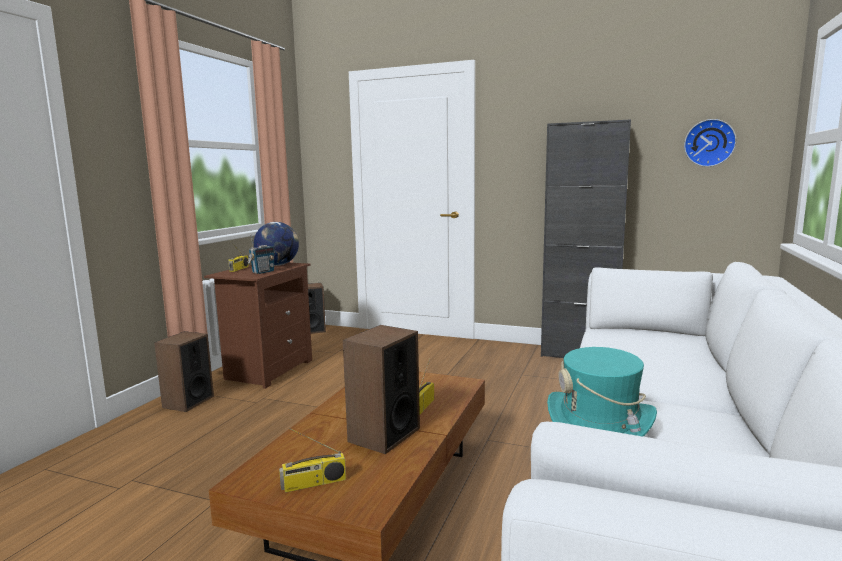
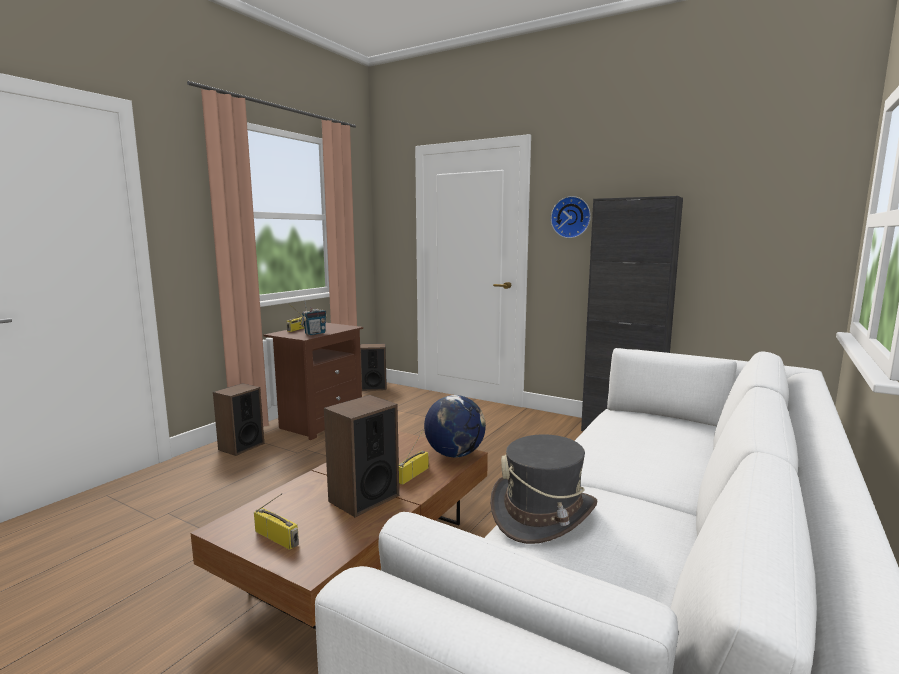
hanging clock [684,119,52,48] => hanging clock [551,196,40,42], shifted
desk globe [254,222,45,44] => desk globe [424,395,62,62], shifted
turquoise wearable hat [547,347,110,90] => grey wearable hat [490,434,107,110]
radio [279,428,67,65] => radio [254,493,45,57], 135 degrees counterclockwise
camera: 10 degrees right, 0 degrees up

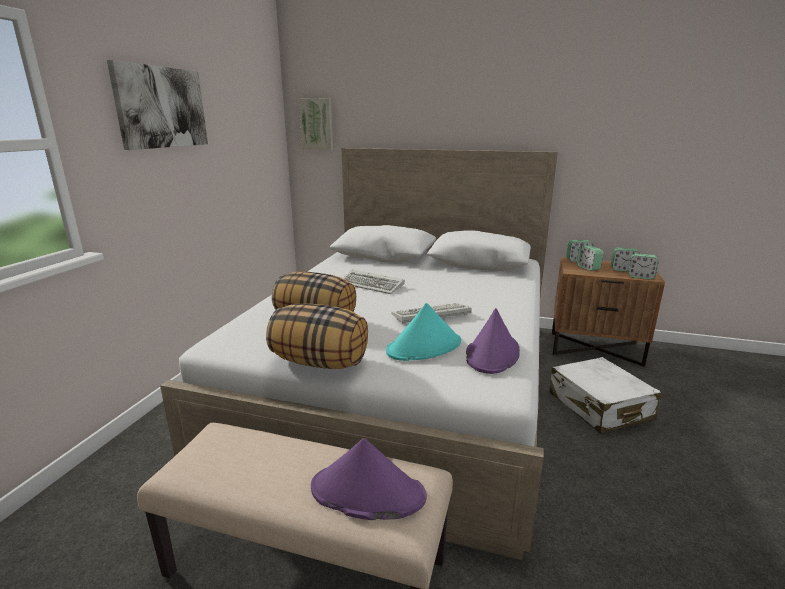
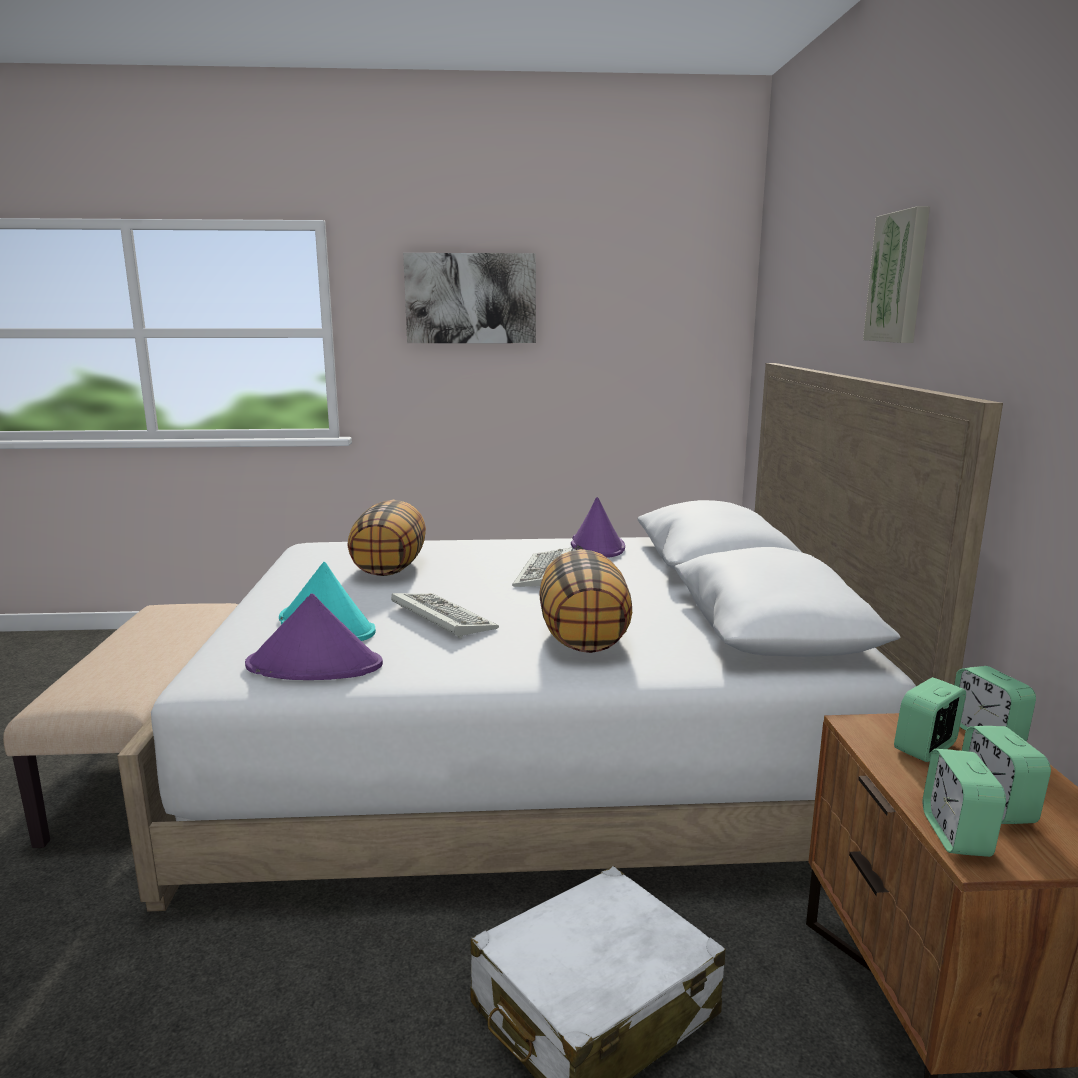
wall art [299,98,34,52] => wall art [863,206,67,137], shifted
throw pillow [266,304,102,65] => throw pillow [539,549,93,104], shifted
purple-coloured wearable hat [311,438,116,82] => purple-coloured wearable hat [571,497,54,61], shifted
camera: 70 degrees right, 5 degrees down

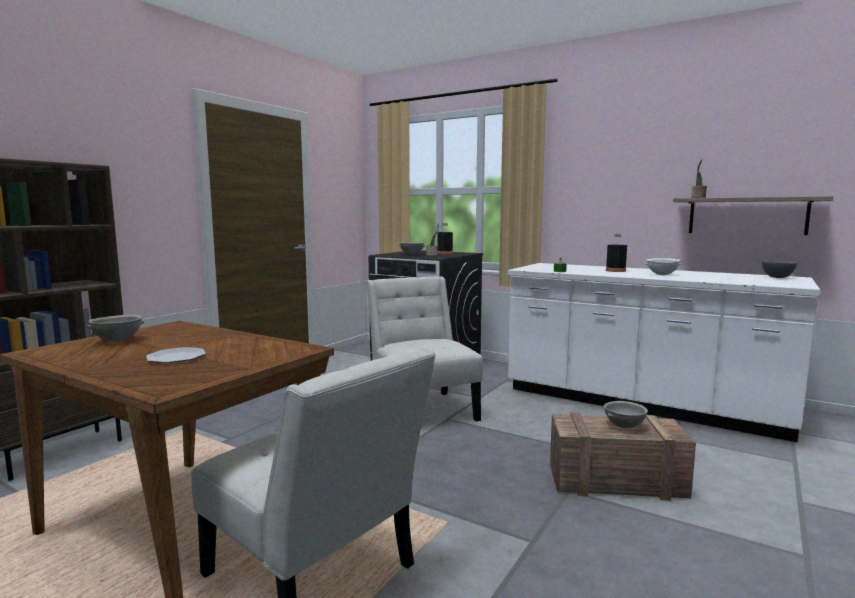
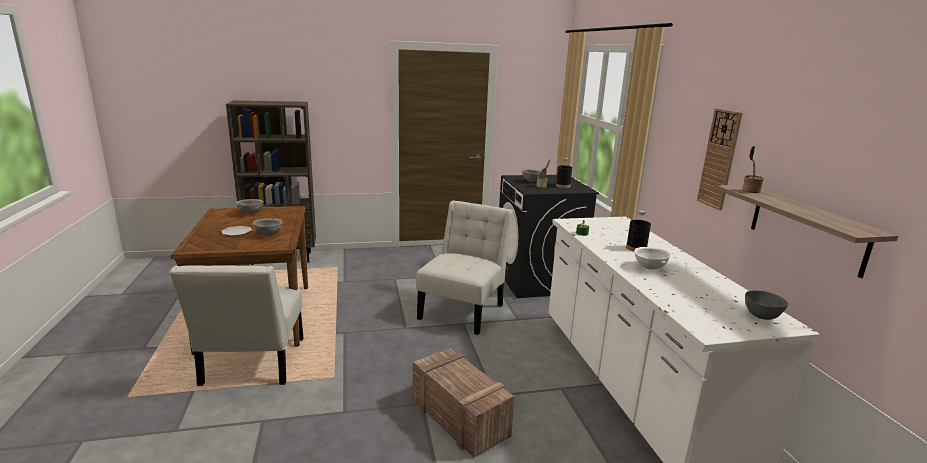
grey serving bowl [604,401,44,27] => grey serving bowl [253,219,30,17], shifted
nothing => hanging clock [697,108,45,102]
camera: 45 degrees right, 10 degrees up

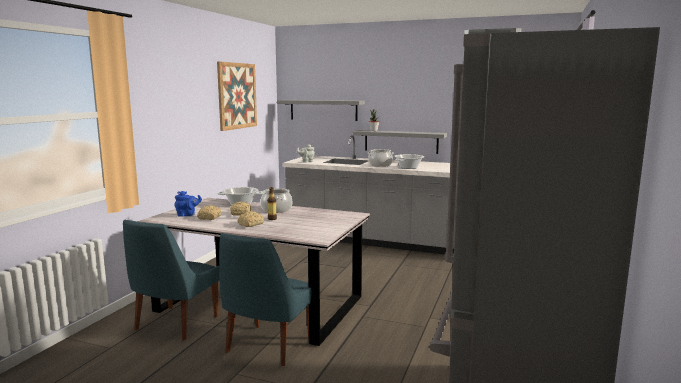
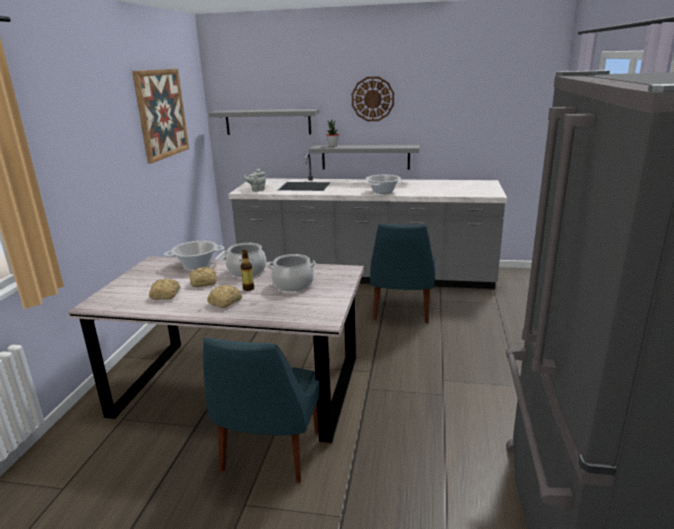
saucepot [367,149,27,18] => saucepot [268,254,48,38], shifted
bluish pot for tea [175,191,27,26] => nothing
bluish plain chair [123,220,97,121] => bluish plain chair [370,224,66,99], shifted
nothing => hanging clock [352,77,42,44]
camera: 10 degrees left, 10 degrees up

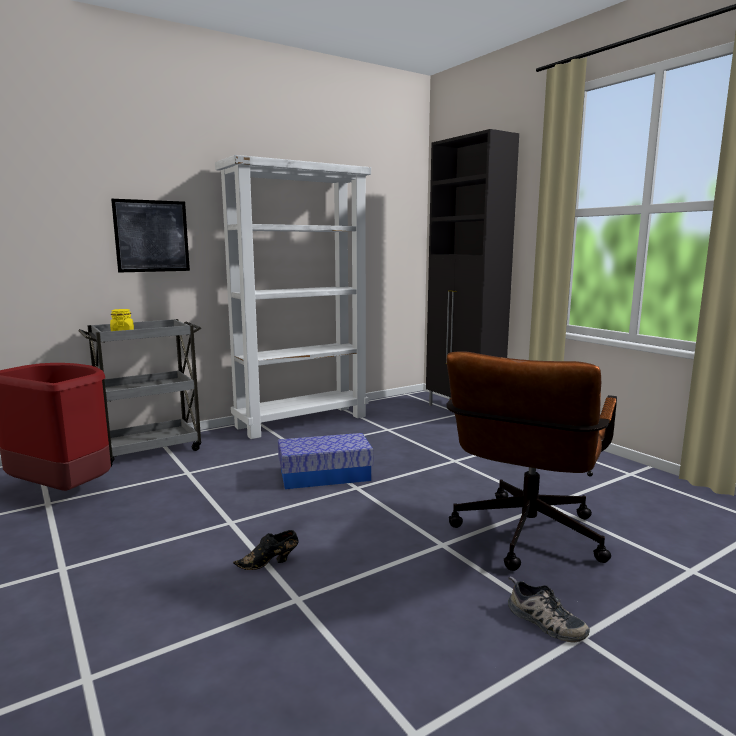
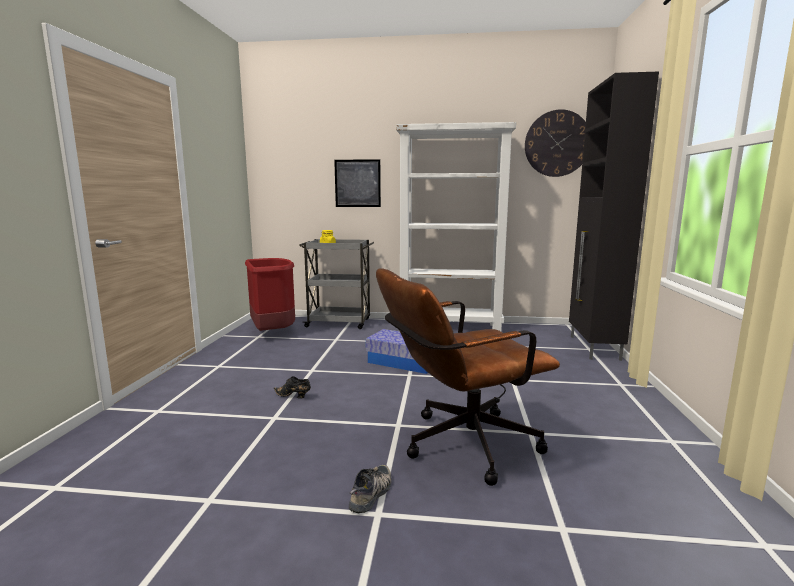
low shoe [508,576,82,67] => low shoe [349,465,43,48], 150 degrees counterclockwise
nothing => hanging clock [525,109,61,68]
camera: 40 degrees right, 0 degrees up

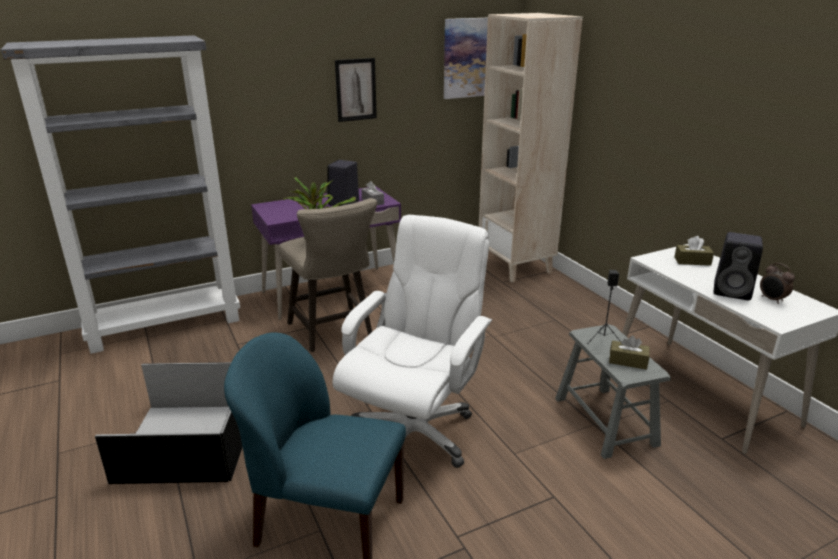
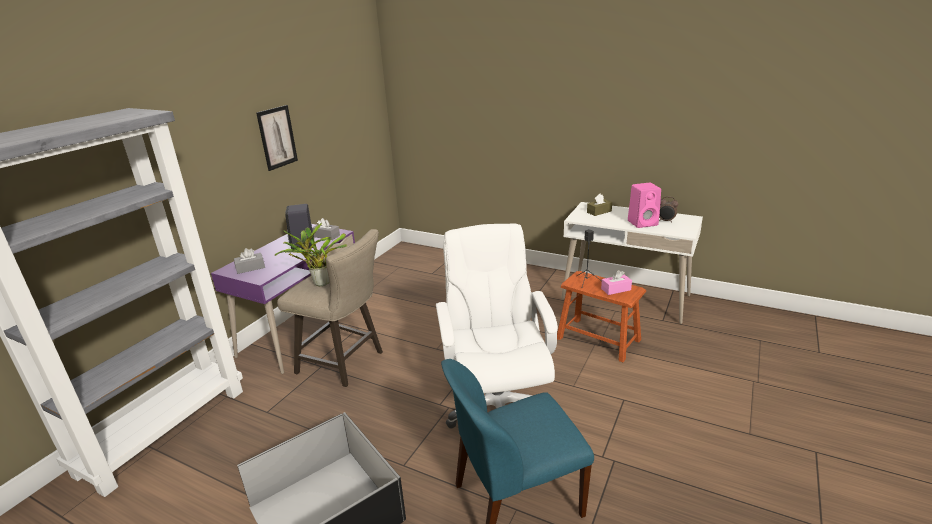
beige shelving unit [479,13,104,269] => nothing
wall art [444,18,44,81] => nothing
black-coloured audio speaker [714,232,49,68] => pink-coloured audio speaker [628,183,33,45]
grey stool [555,324,116,135] => brown-coloured stool [557,271,89,91]
brown-coloured box of tissues [609,335,41,35] => pink-coloured box of tissues [601,270,31,25]
nothing => grey box of tissues [234,248,31,26]
camera: 35 degrees left, 0 degrees up

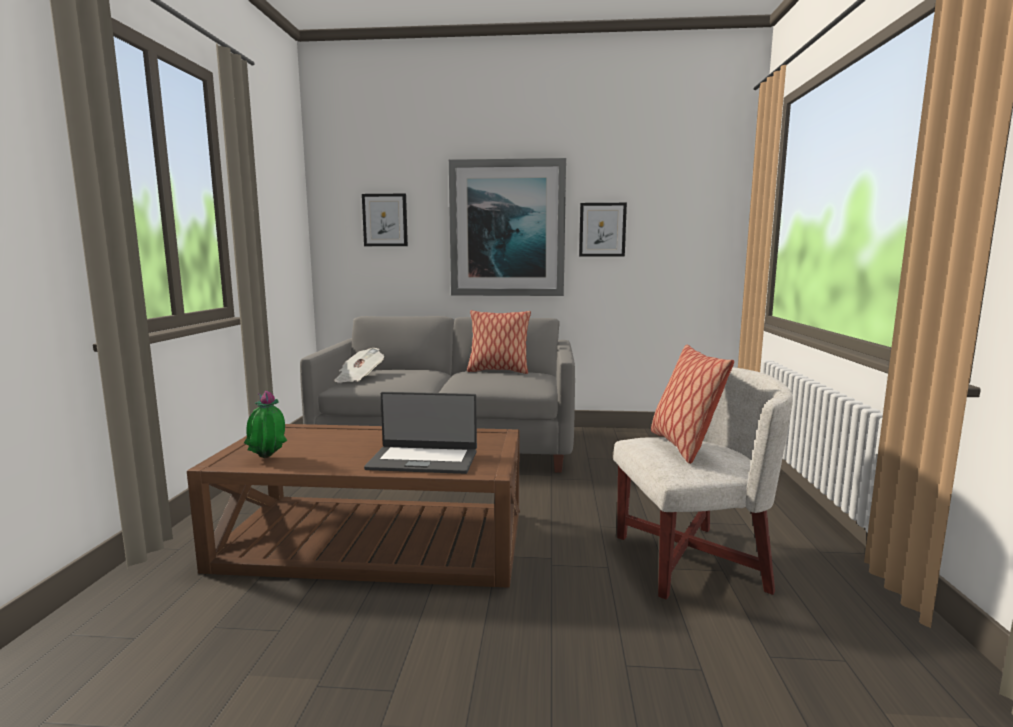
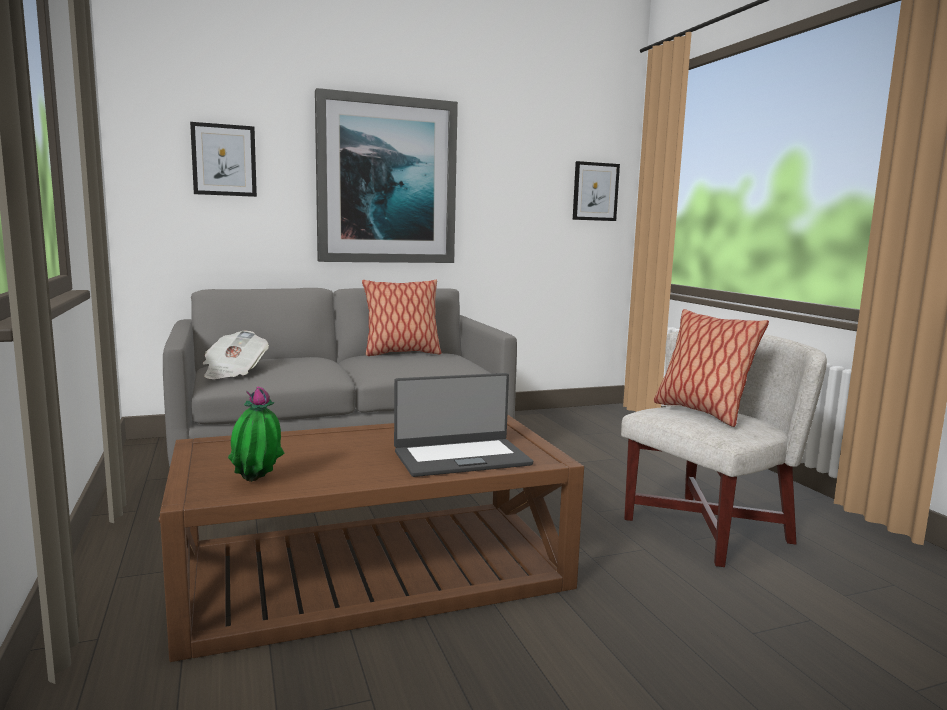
wall art [579,203,48,54] => wall art [573,161,47,60], shifted
camera: 25 degrees left, 0 degrees up

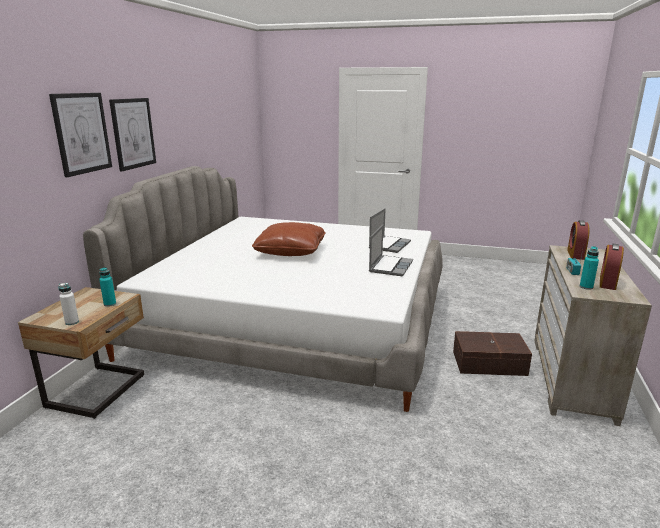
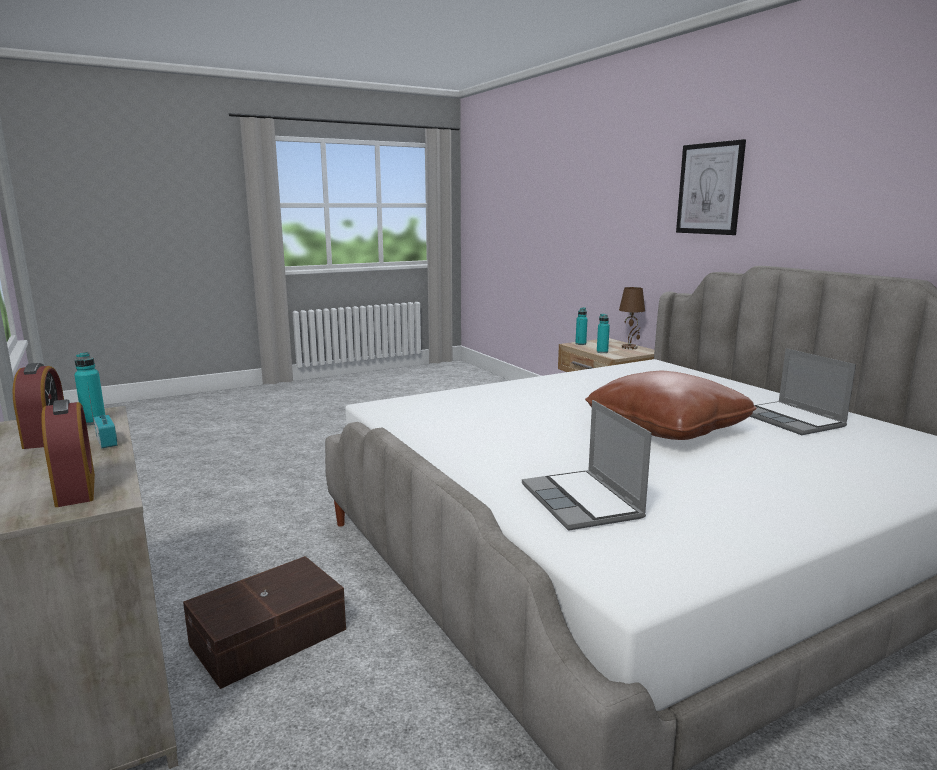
wall art [109,98,47,73] => nothing
portable computer [369,225,44,52] => portable computer [750,348,106,87], shifted
whitish beverage bottle [58,283,21,42] => turquoise beverage bottle [575,307,12,38]
nothing => brown-coloured tabletop lamp [619,287,26,62]
camera: 135 degrees right, 5 degrees down

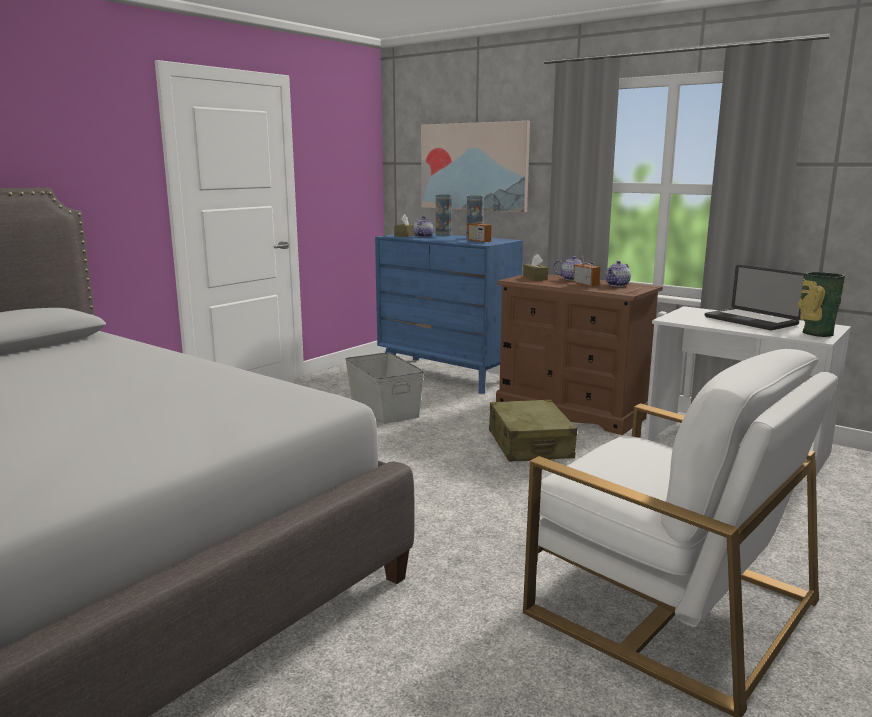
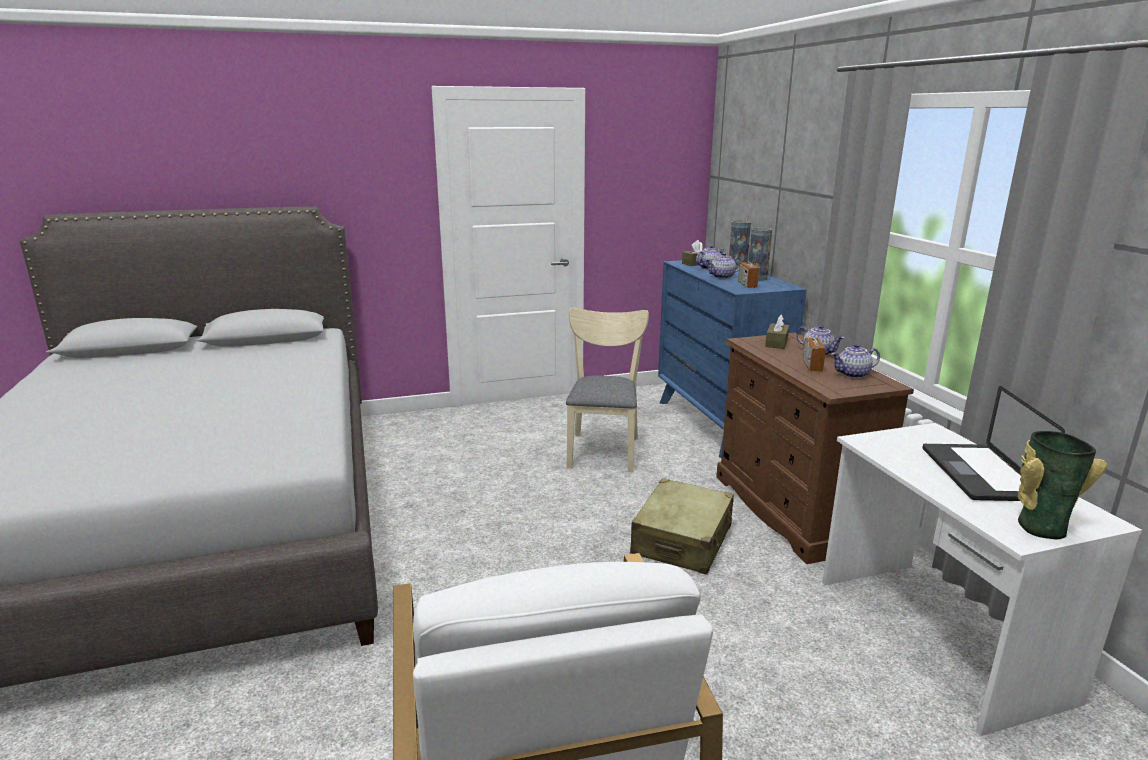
wall art [421,121,109,91] => nothing
grey storage container [345,352,79,72] => beige plain chair [566,308,83,164]
nothing => pot for tea [706,253,36,26]
camera: 35 degrees right, 5 degrees up

